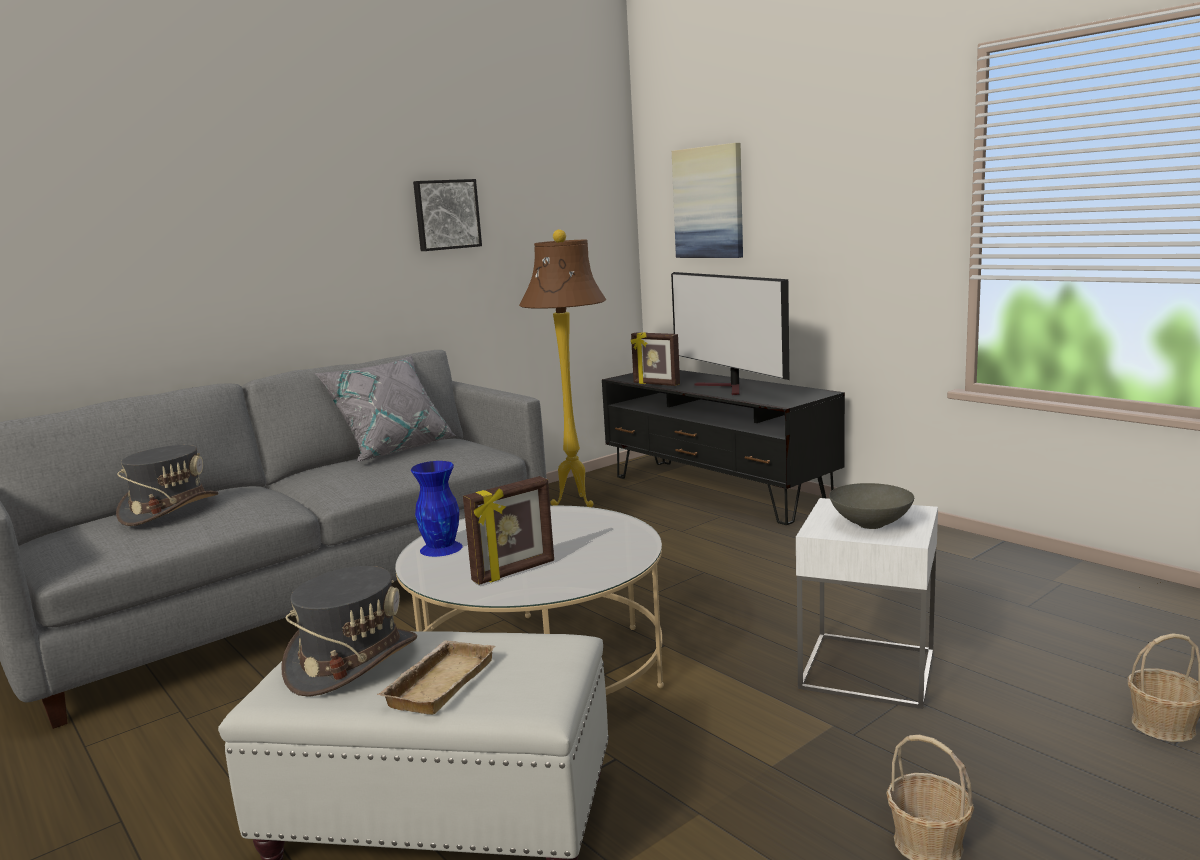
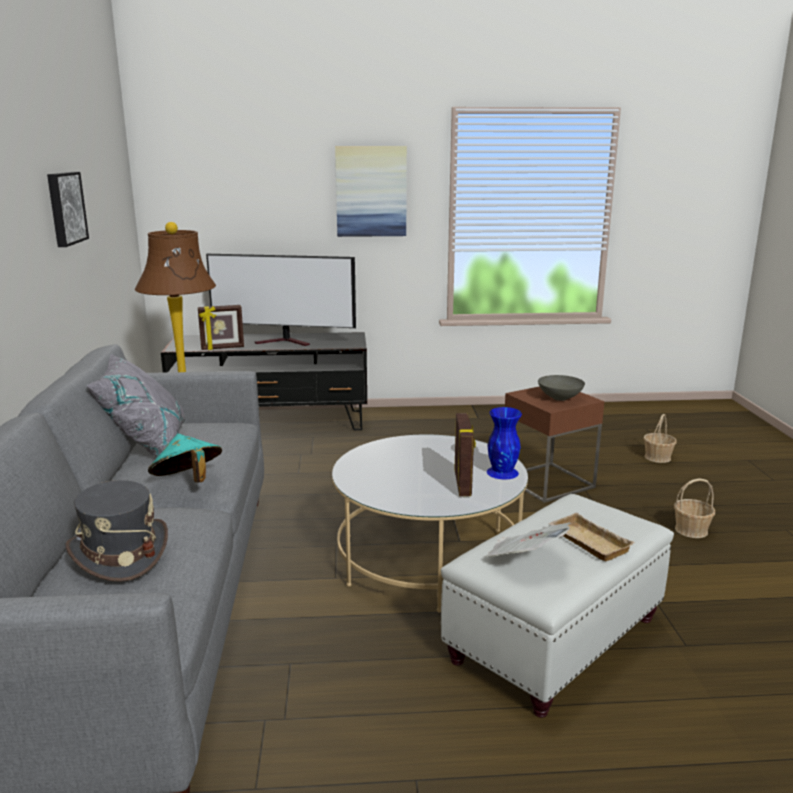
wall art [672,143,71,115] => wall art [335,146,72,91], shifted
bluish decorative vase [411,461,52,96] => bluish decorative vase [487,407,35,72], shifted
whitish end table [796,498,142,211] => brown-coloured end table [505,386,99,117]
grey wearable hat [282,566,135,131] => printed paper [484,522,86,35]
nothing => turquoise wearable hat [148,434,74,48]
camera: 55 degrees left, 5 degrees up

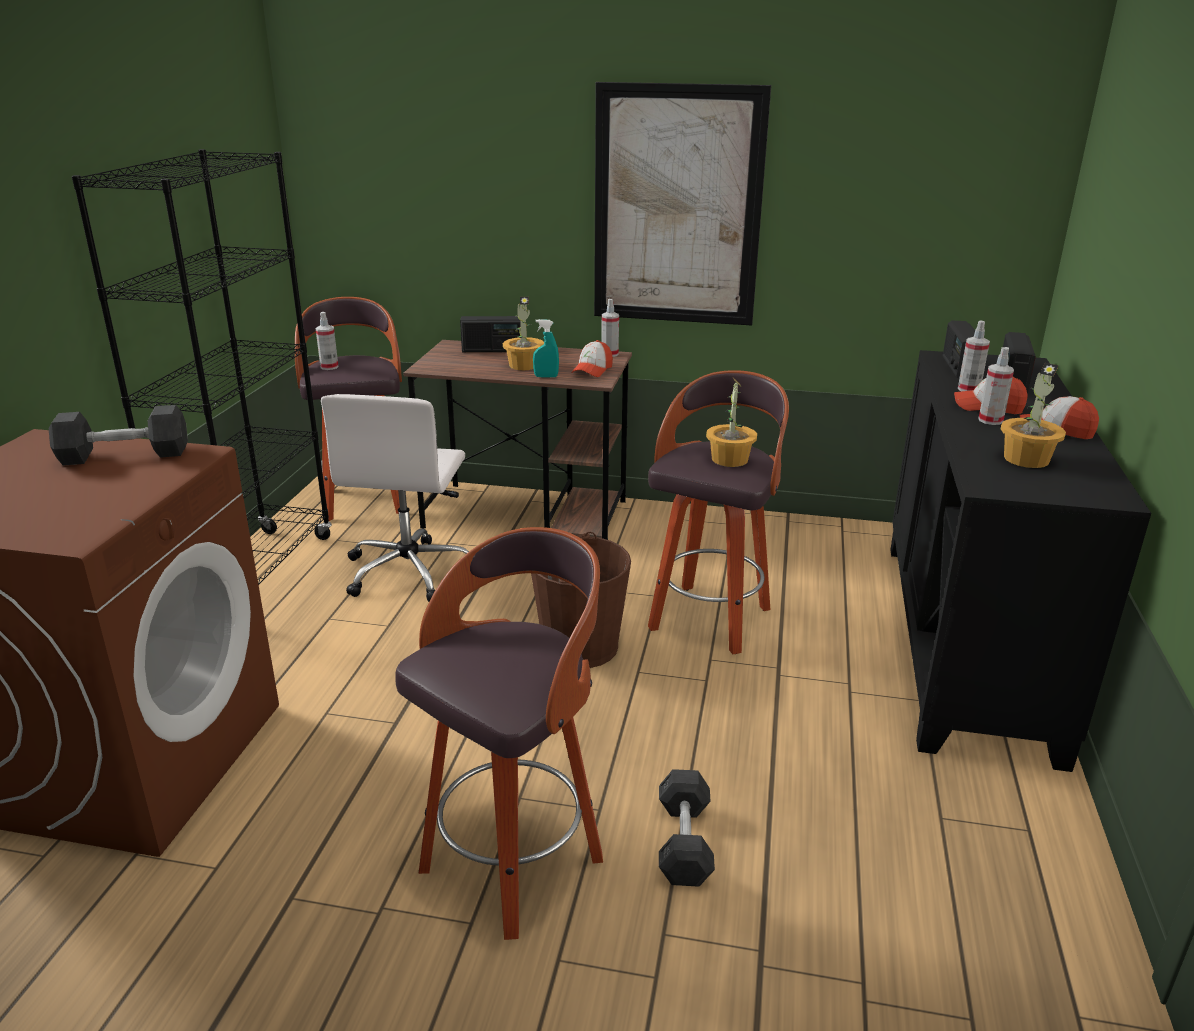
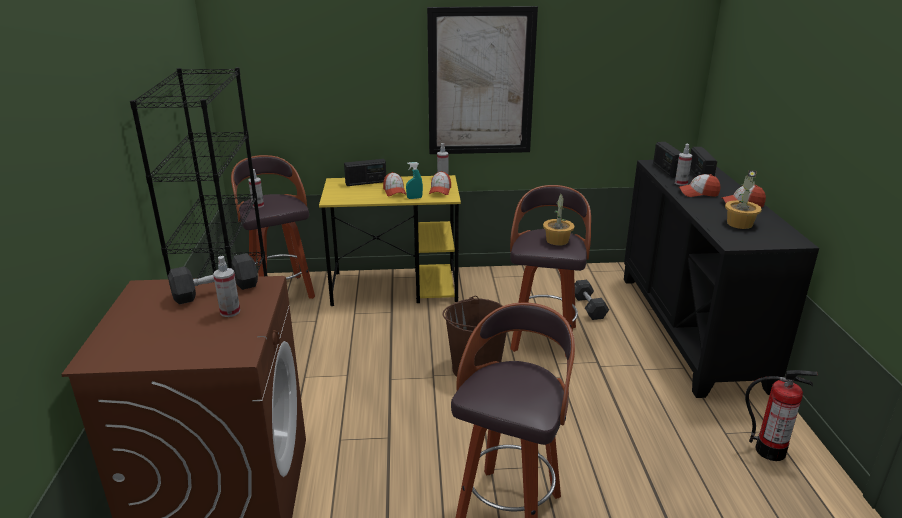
houseplant [503,297,41,73] => baseball cap [383,172,23,24]
brown-coloured desk [403,340,229,200] => yellow desk [319,175,142,131]
hand sprayer [978,347,36,78] => hand sprayer [213,256,27,61], shifted
whitish office chair [321,394,148,208] => nothing
grey hand weight [659,769,56,118] => grey hand weight [575,280,34,40], shifted
nothing => fire-fighting cylinder [745,370,73,91]
camera: 15 degrees left, 0 degrees up

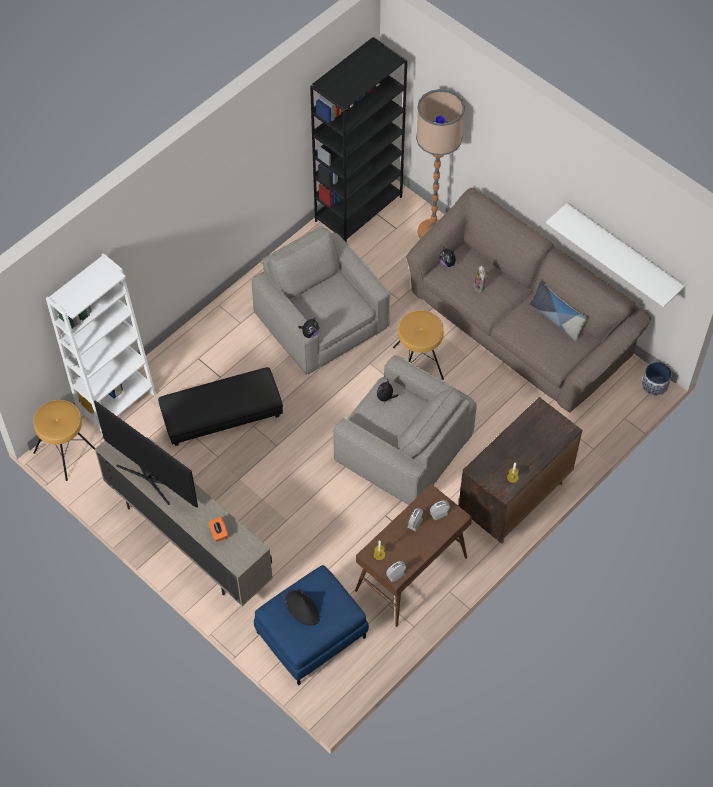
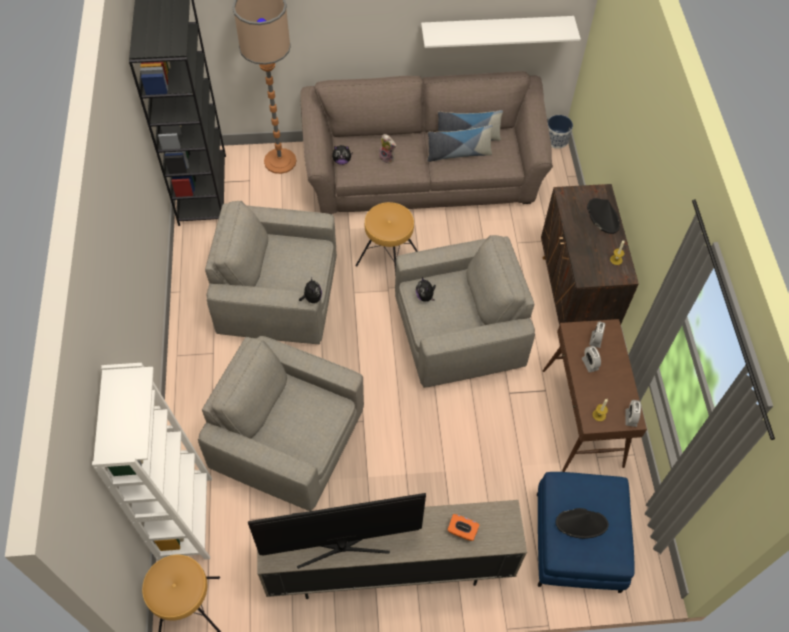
black-coloured ottoman [158,367,125,79] => grey lounge chair [198,336,166,175]
nothing => throw pillow [427,125,66,37]
nothing => black-coloured wearable hat [587,198,33,36]
camera: 50 degrees left, 0 degrees up

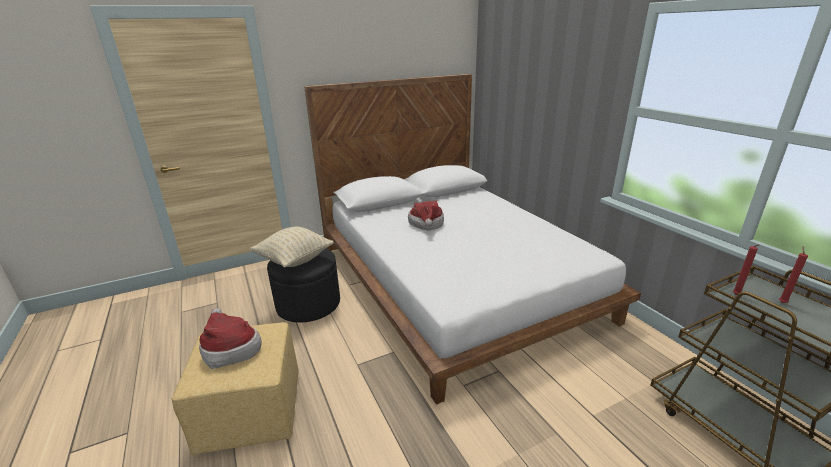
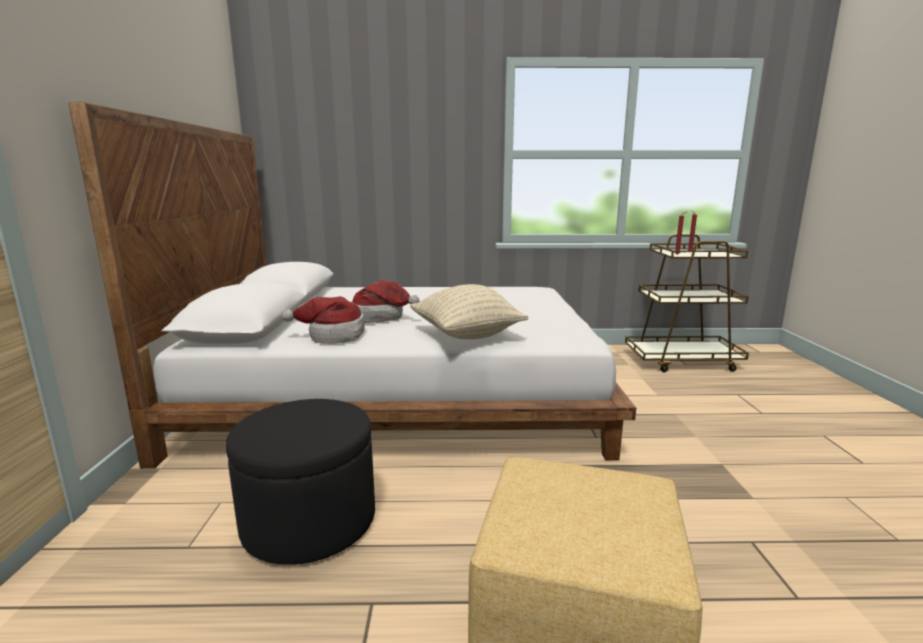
beige throw pillow [250,227,84,40] => beige throw pillow [410,284,119,55], shifted
wearable hat [199,308,62,61] => wearable hat [282,296,83,48], shifted
camera: 65 degrees left, 10 degrees down

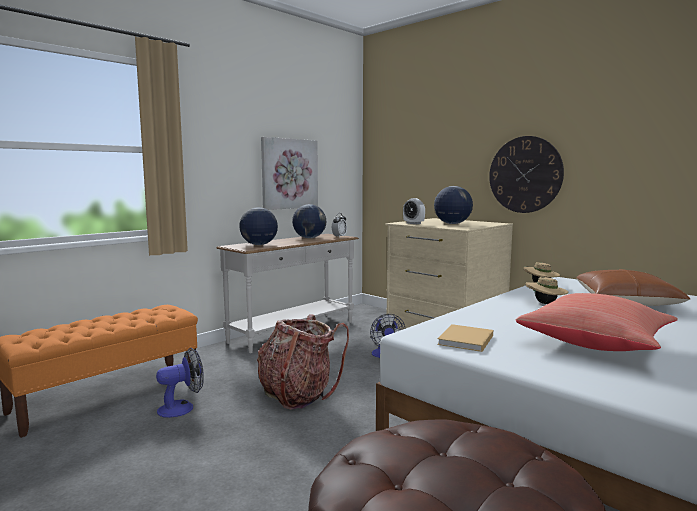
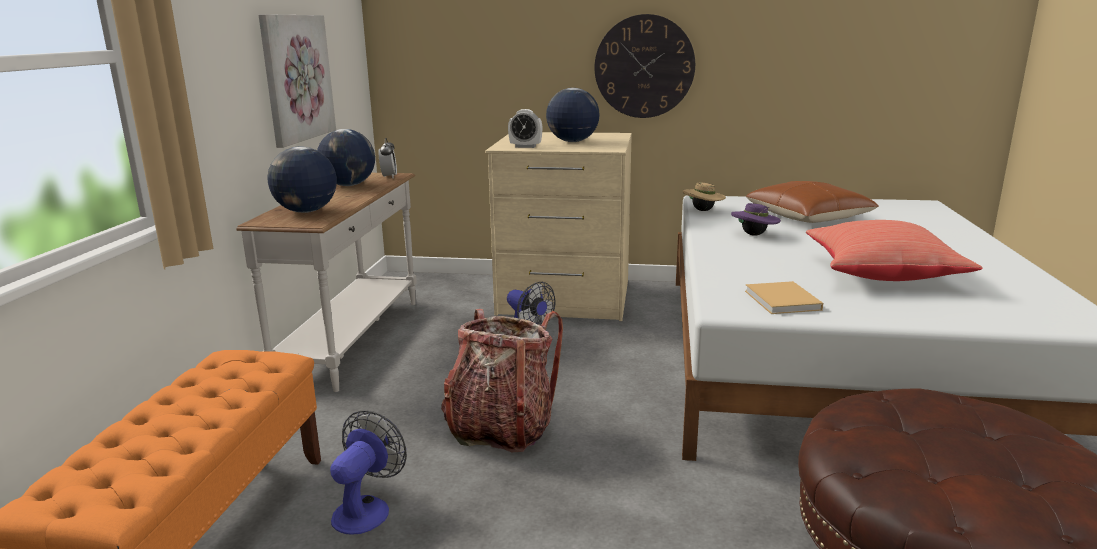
beige wearable hat [526,277,43,27] => purple-coloured wearable hat [731,203,50,33]
camera: 35 degrees left, 10 degrees up

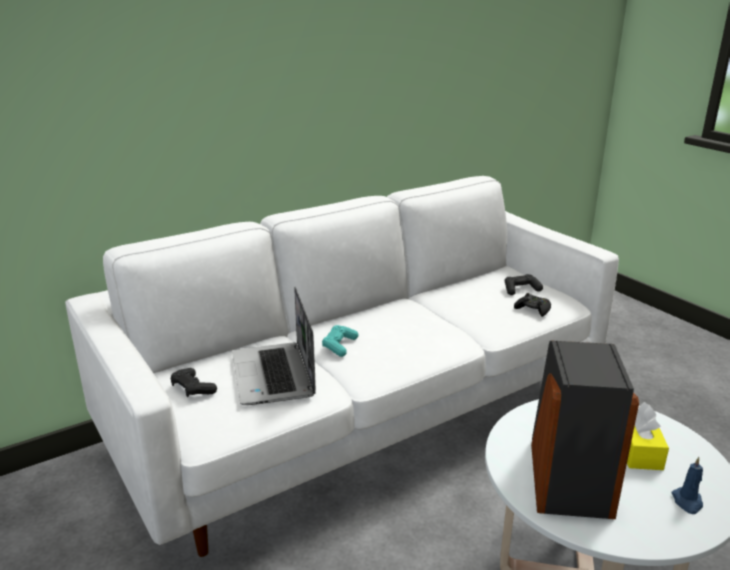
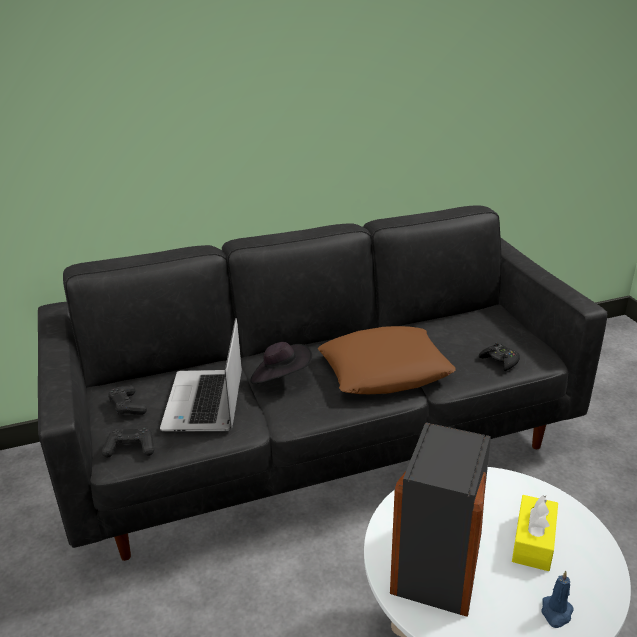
whitish settee [65,176,554,381] => black-coloured settee [38,205,569,356]
black-coloured game controller [505,274,38,21] => black-coloured game controller [102,428,52,30], shifted
turquoise game controller [322,325,36,32] => black-coloured wearable hat [250,342,62,42]
nothing => brown-coloured throw pillow [318,326,138,68]
camera: 15 degrees right, 5 degrees up

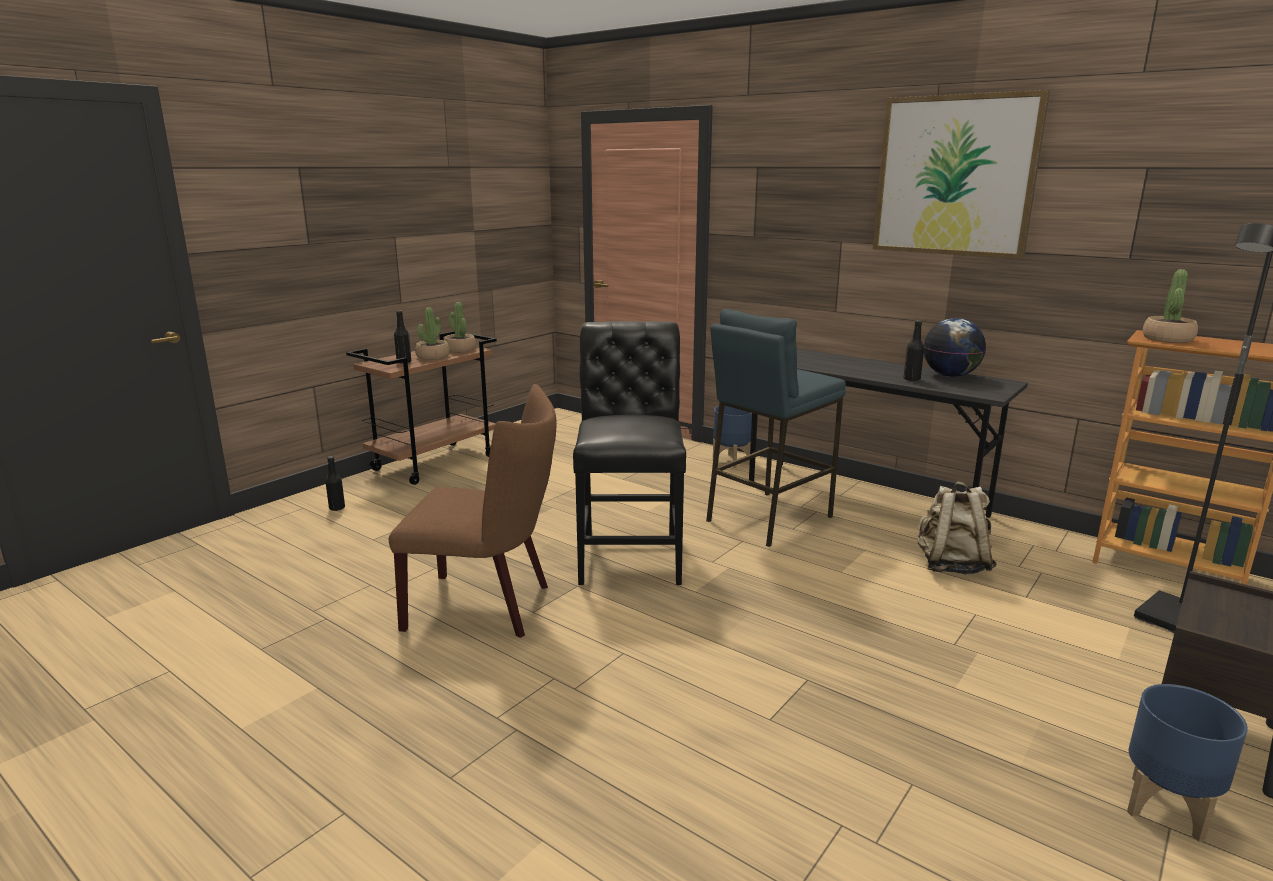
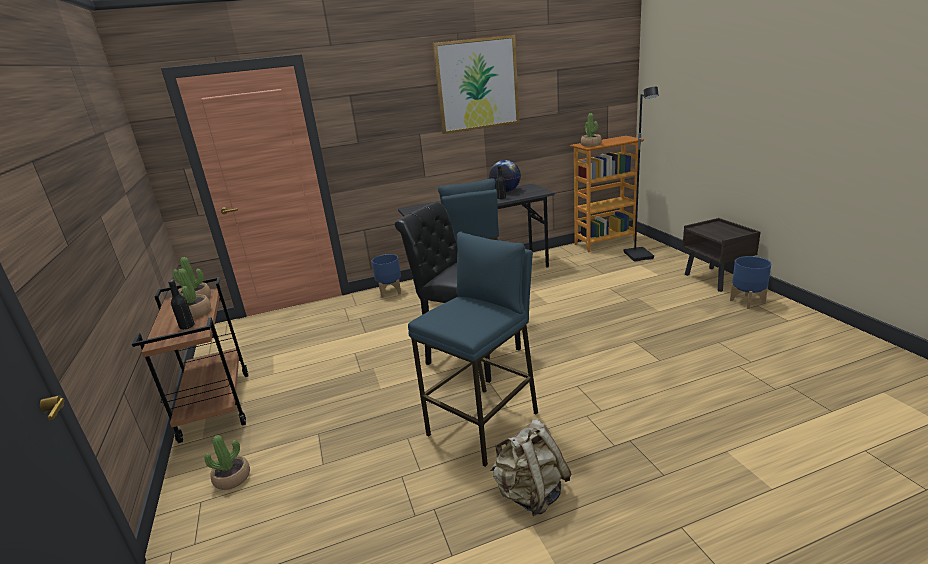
brown-coloured plain chair [389,384,168,254] => bluish stool [408,232,130,235]
black-coloured beverage bottle [325,456,20,55] => houseplant [204,435,46,55]
beige knapsack [918,481,79,93] => beige knapsack [490,420,81,96], shifted
camera: 55 degrees left, 5 degrees up

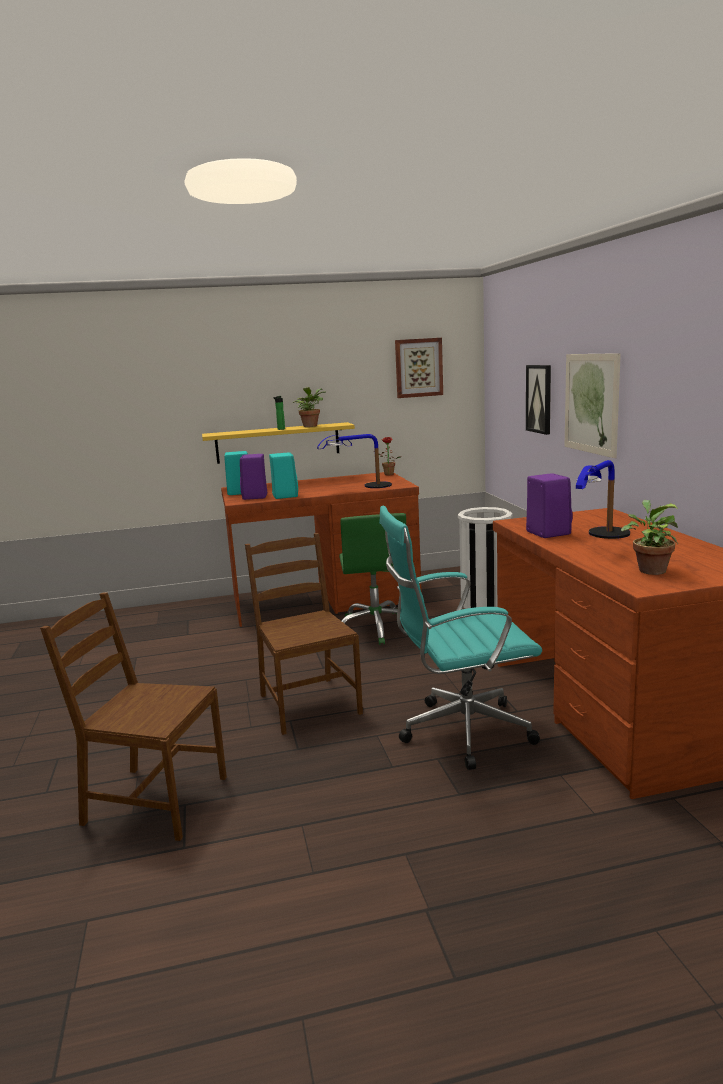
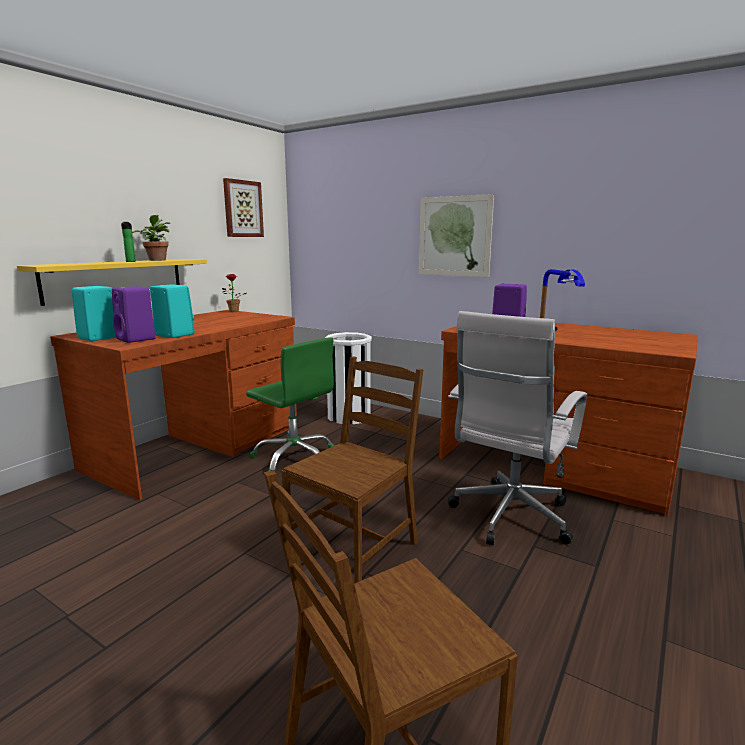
wall art [526,365,25,70] => nothing
tabletop lamp [317,434,75,54] => nothing
houseplant [621,500,57,75] => nothing
turquoise office chair [379,506,163,264] => whitish office chair [448,311,139,234]
brown-coloured plain chair [245,533,118,202] => brown-coloured plain chair [282,356,141,227], 105 degrees clockwise
camera: 45 degrees left, 0 degrees up

